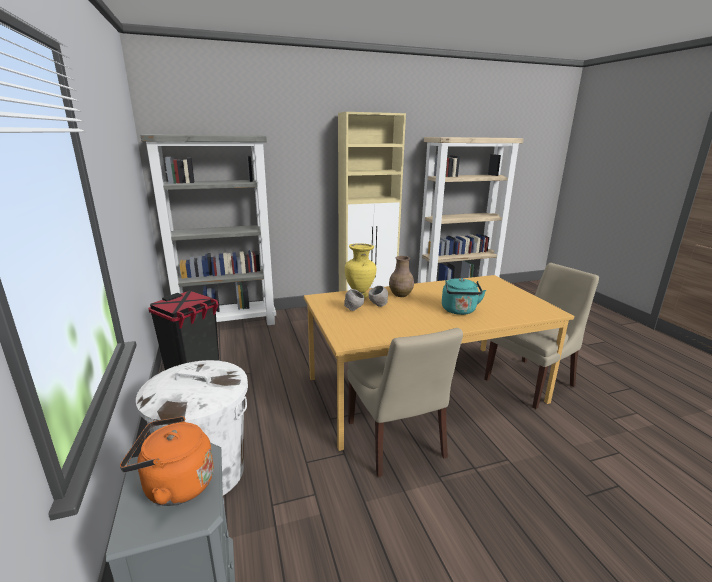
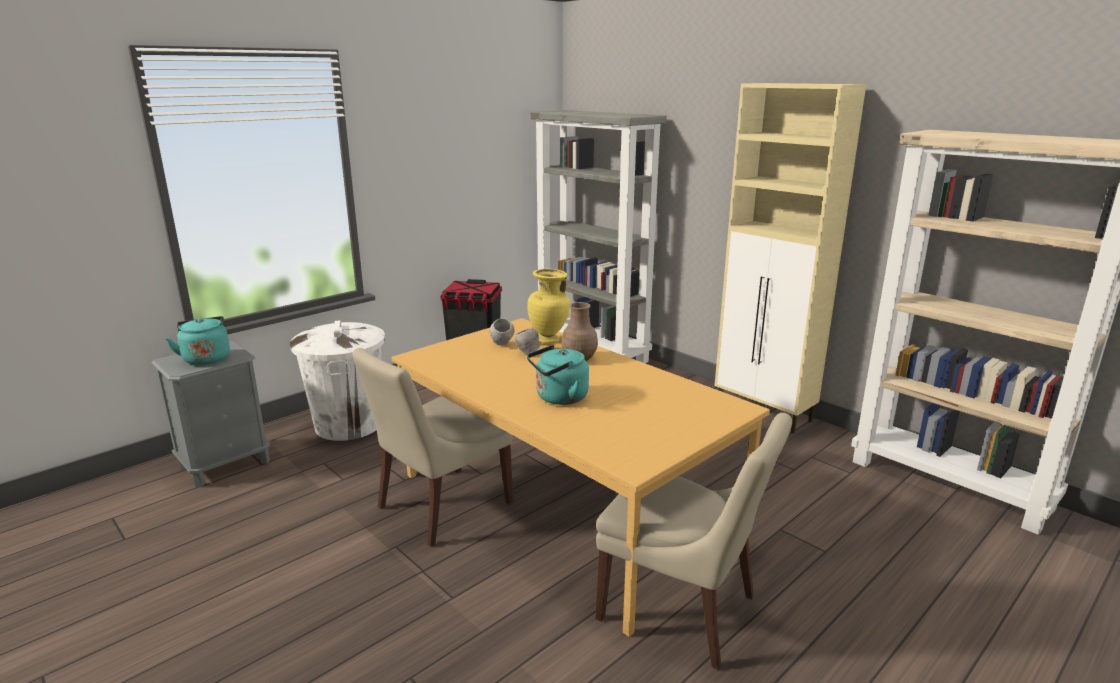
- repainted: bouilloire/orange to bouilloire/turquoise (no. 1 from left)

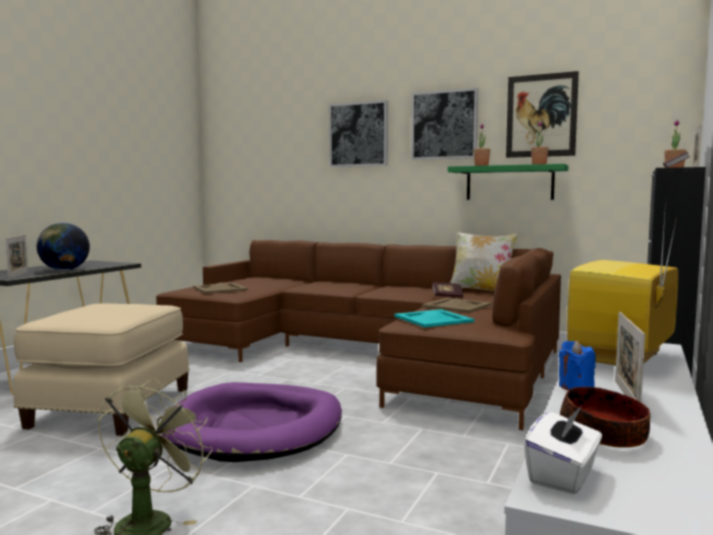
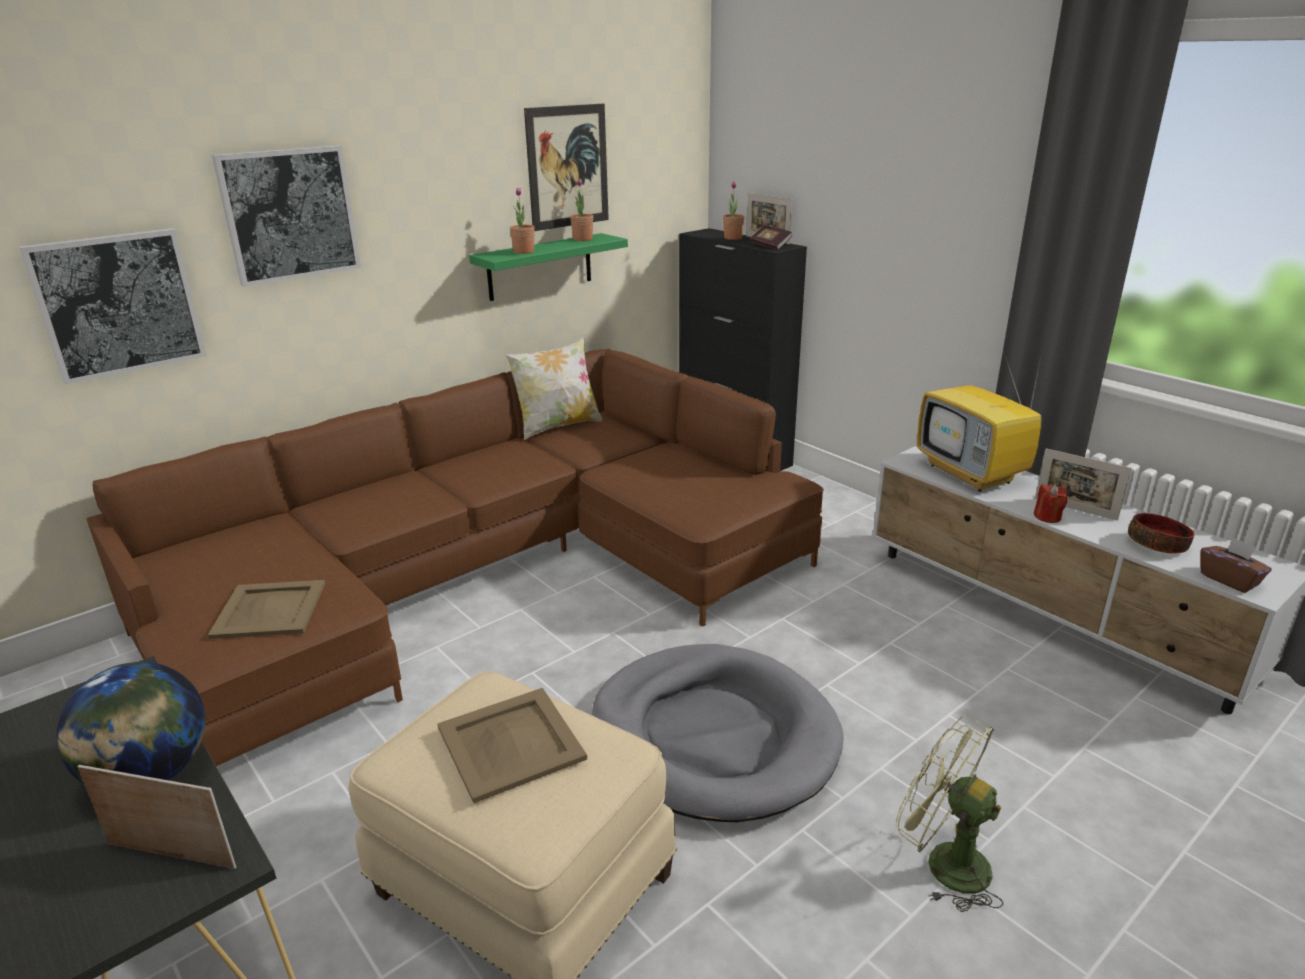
- shifted: tableau (no. 2 from left in the first image) to tableau (no. 1 from left)
- gone: livre (no. 1 from left)
- shifted: plateau/beige (no. 2 from left)
- gone: plateau/turquoise
- repainted: bougie/bleu to bougie/rouge
- repainted: panier pour chien/violet to panier pour chien/gris
- repainted: boîte à mouchoirs/blanc to boîte à mouchoirs/marron

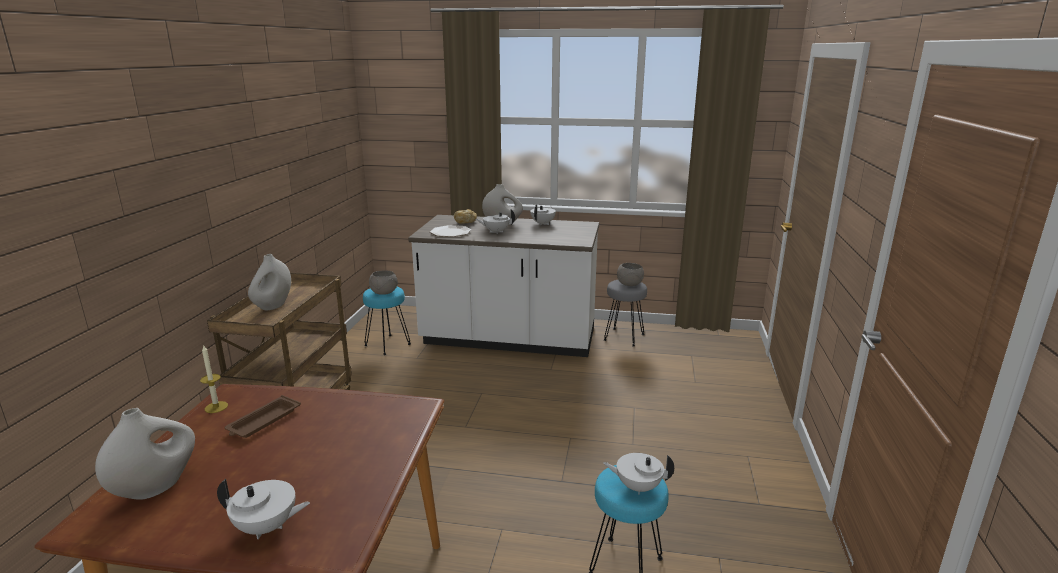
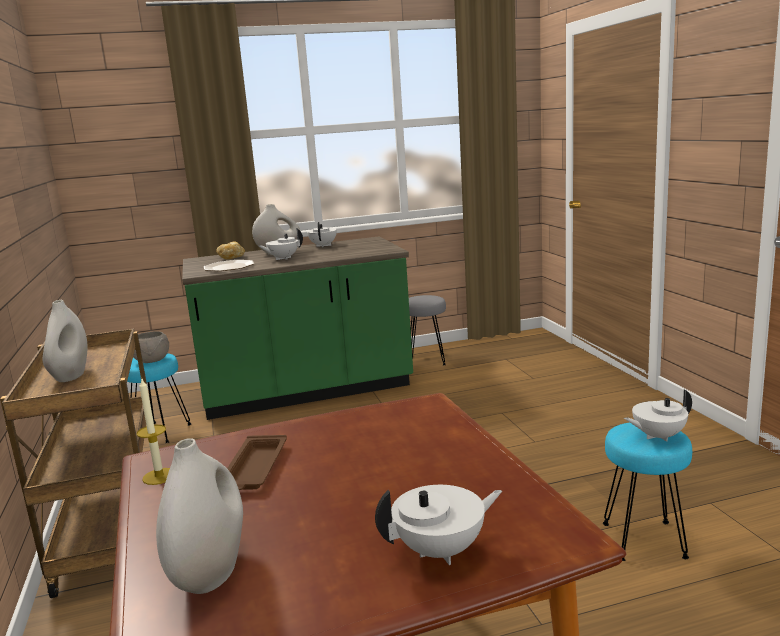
- repainted: comptoir de cuisine/blanc to comptoir de cuisine/vert
- gone: bol/gris (no. 2 from left)

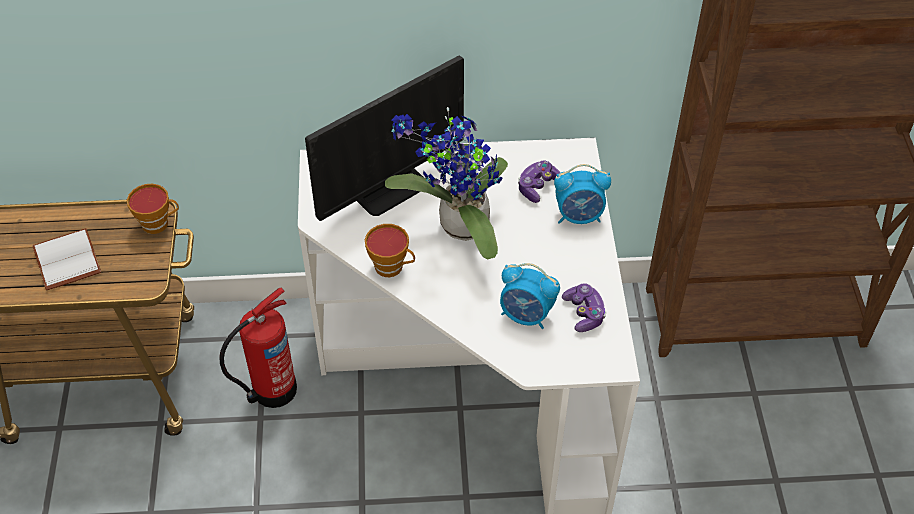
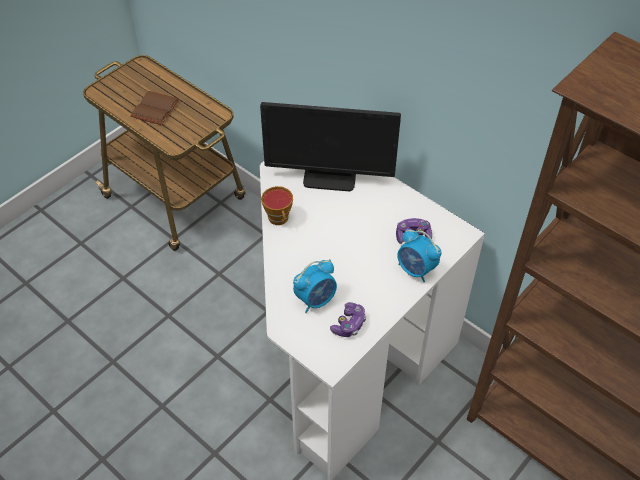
- gone: plante en pot
- gone: tasse (no. 1 from left)
- repainted: livre/blanc to livre/marron
- rotated: réveil (no. 1 from left) 105 degrees counterclockwise
- gone: extincteur

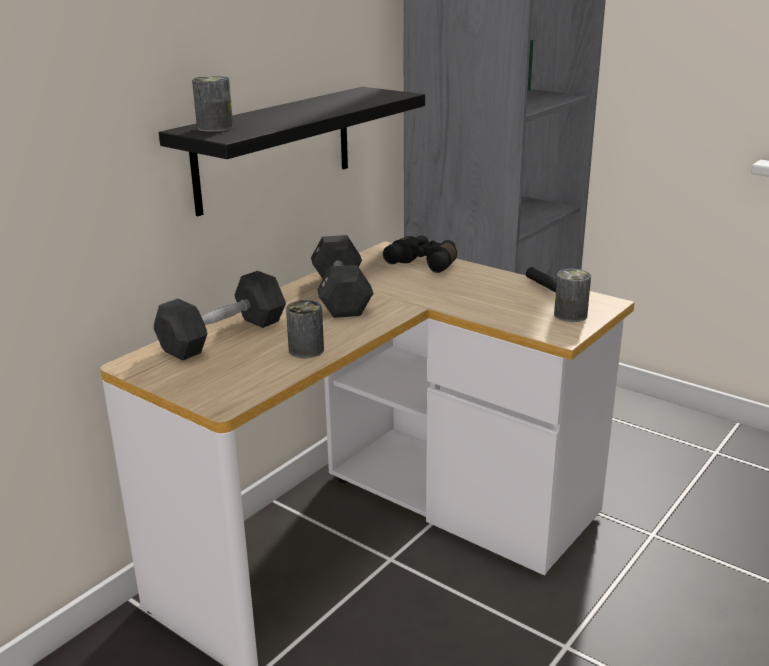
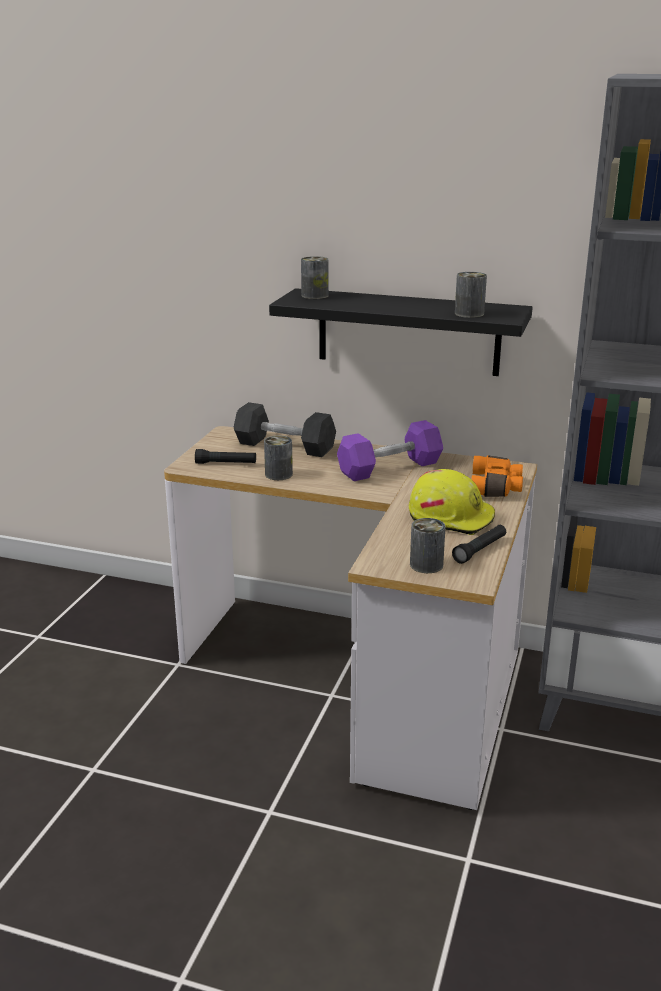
- repainted: haltère/noir (no. 2 from left) to haltère/violet
- repainted: jumelles/noir to jumelles/orange
- new: boîte métallique (no. 4 from left)
- new: lampe de poche/noir (no. 1 from left)
- new: casque de chantier/jaune

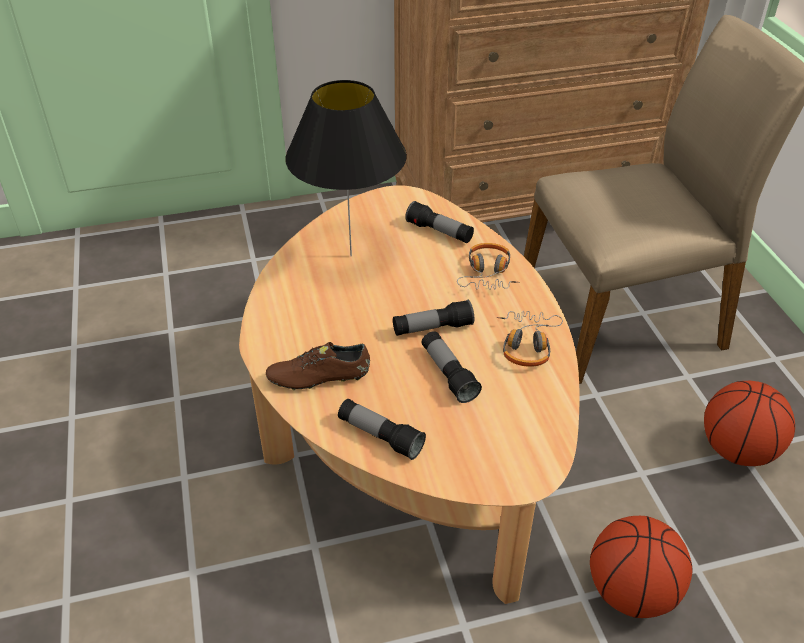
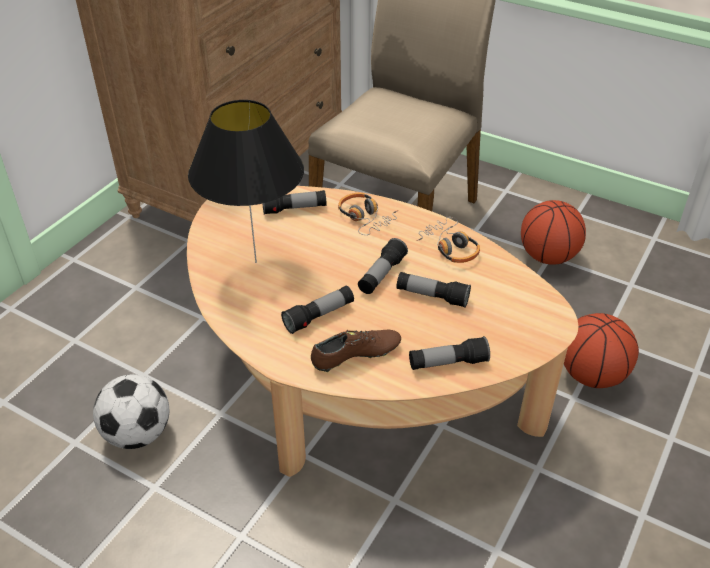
- rotated: chaussure/marron 150 degrees counterclockwise
- new: lampe de poche (no. 2 from left)
- new: ballon de foot

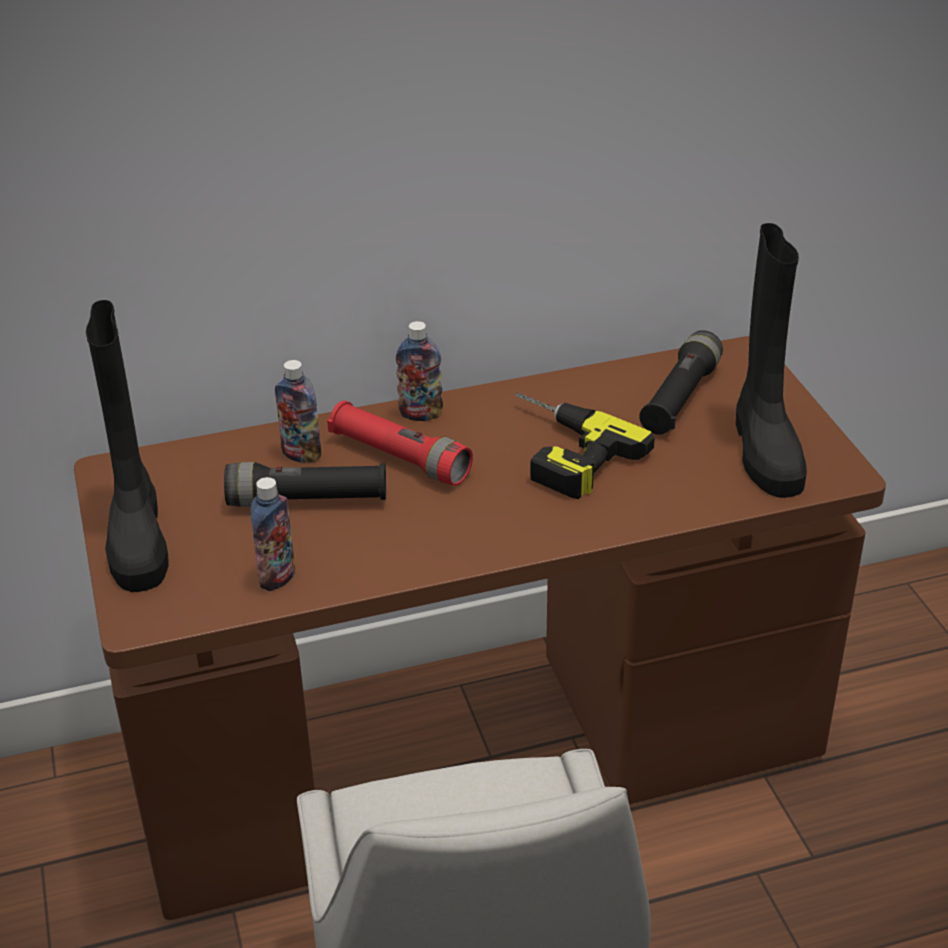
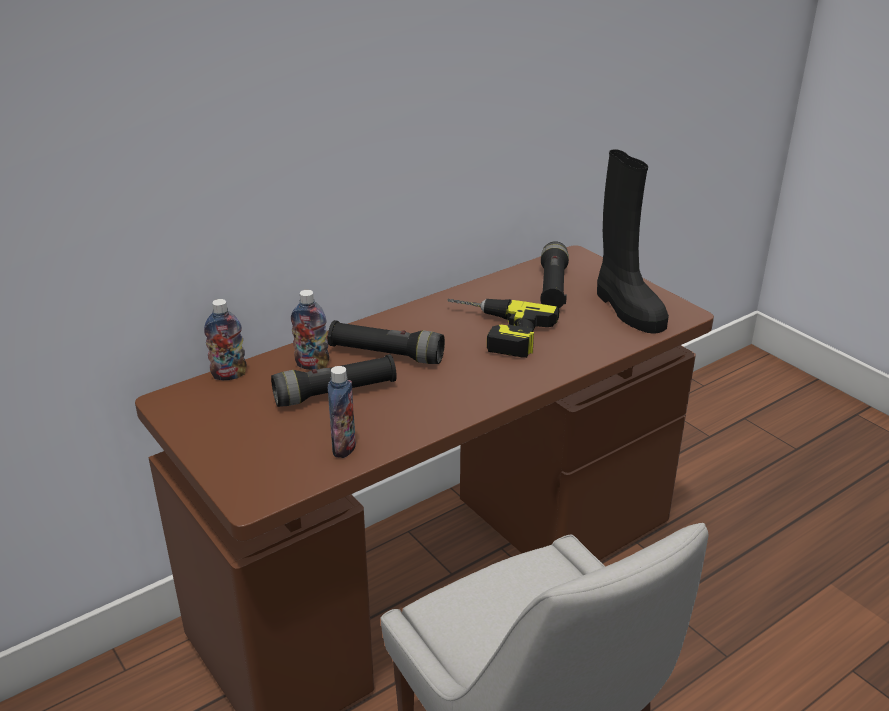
- gone: botte/noir (no. 1 from left)
- shifted: bouteille (no. 3 from left in the first image) to bouteille (no. 1 from left)
- repainted: lampe de poche/rouge to lampe de poche/noir (no. 2 from left)

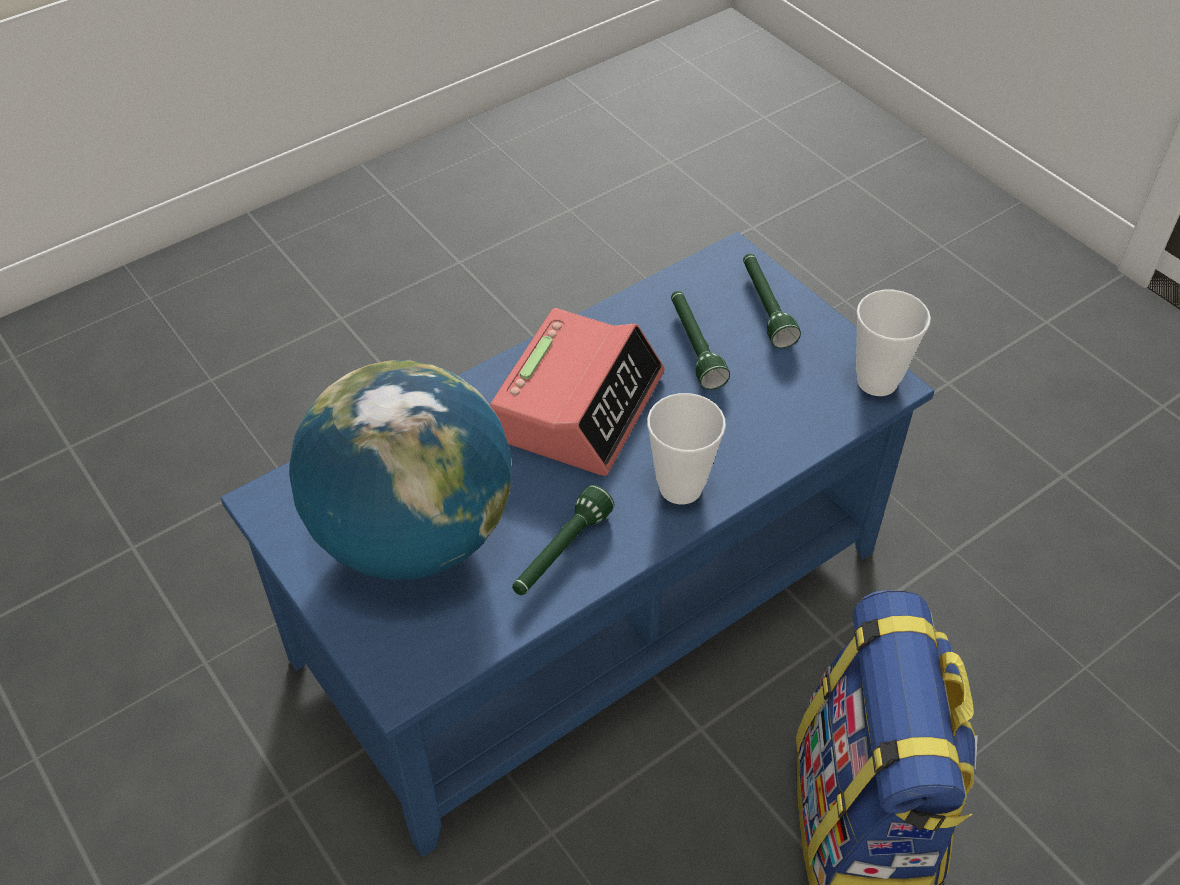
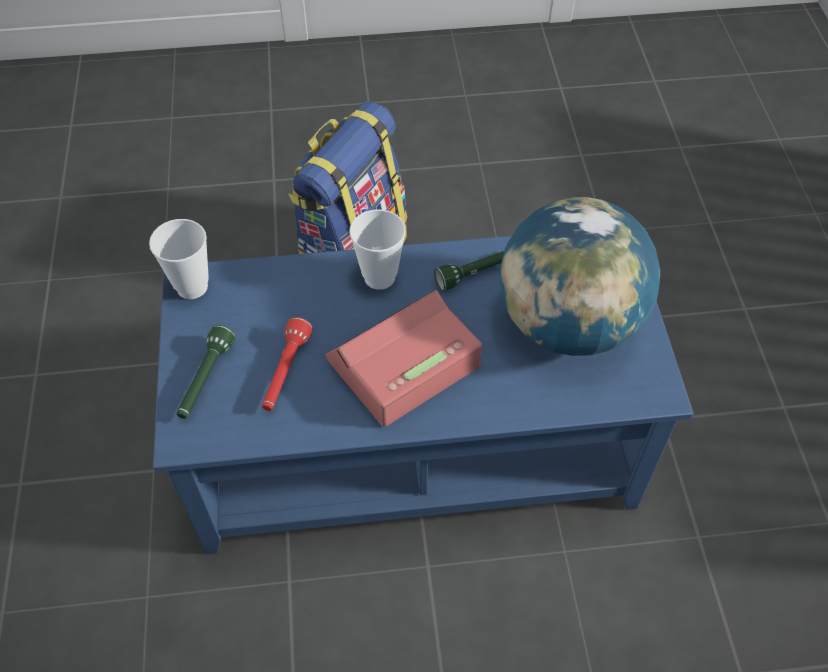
- repainted: lampe de poche/vert (no. 2 from left) to lampe de poche/rouge

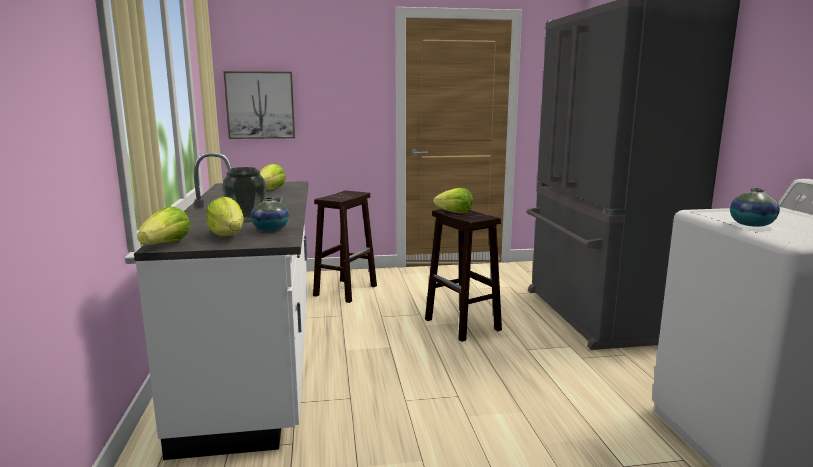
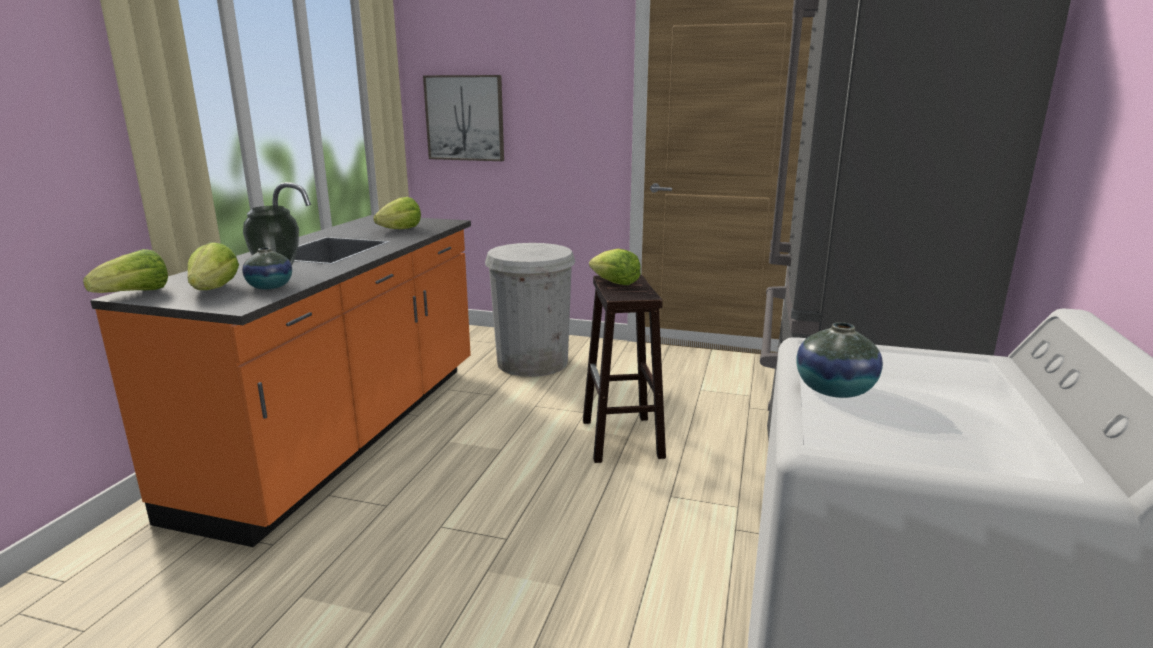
- repainted: comptoir de cuisine/blanc to comptoir de cuisine/orange
- swapped: tabouret/marron (no. 1 from left) to poubelle/blanc

